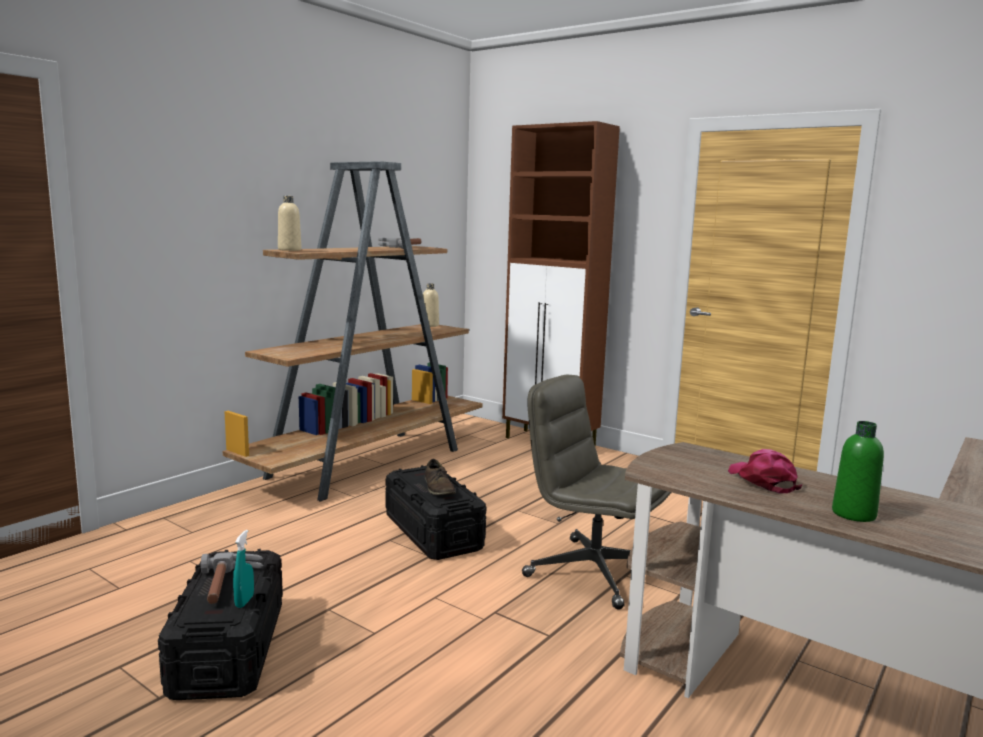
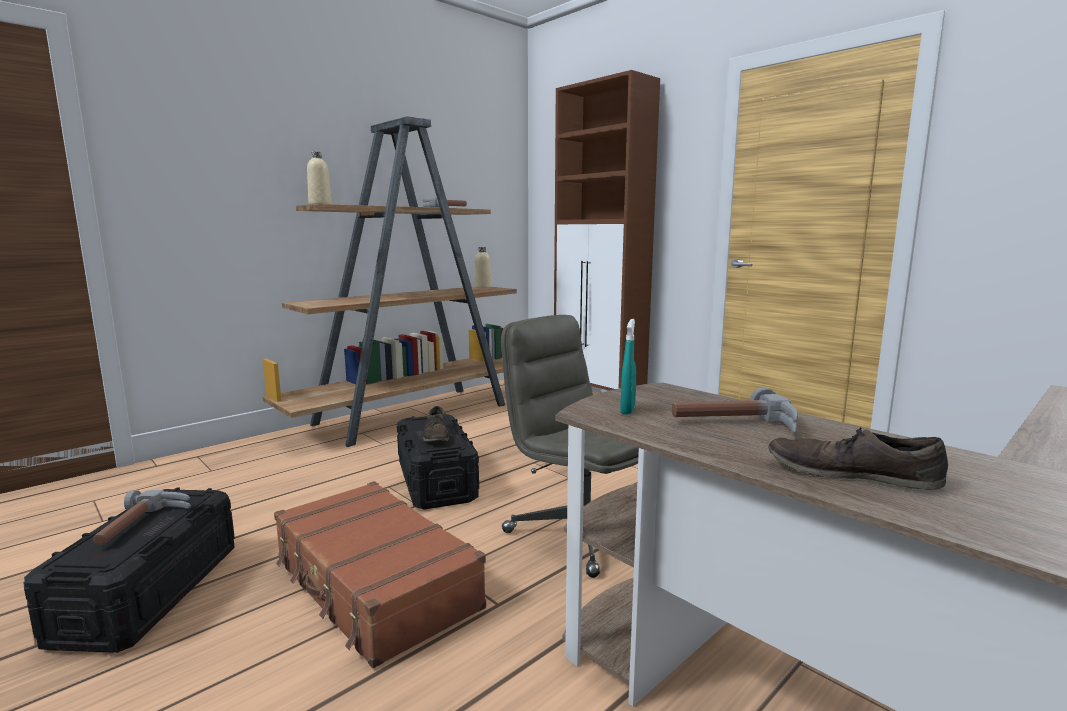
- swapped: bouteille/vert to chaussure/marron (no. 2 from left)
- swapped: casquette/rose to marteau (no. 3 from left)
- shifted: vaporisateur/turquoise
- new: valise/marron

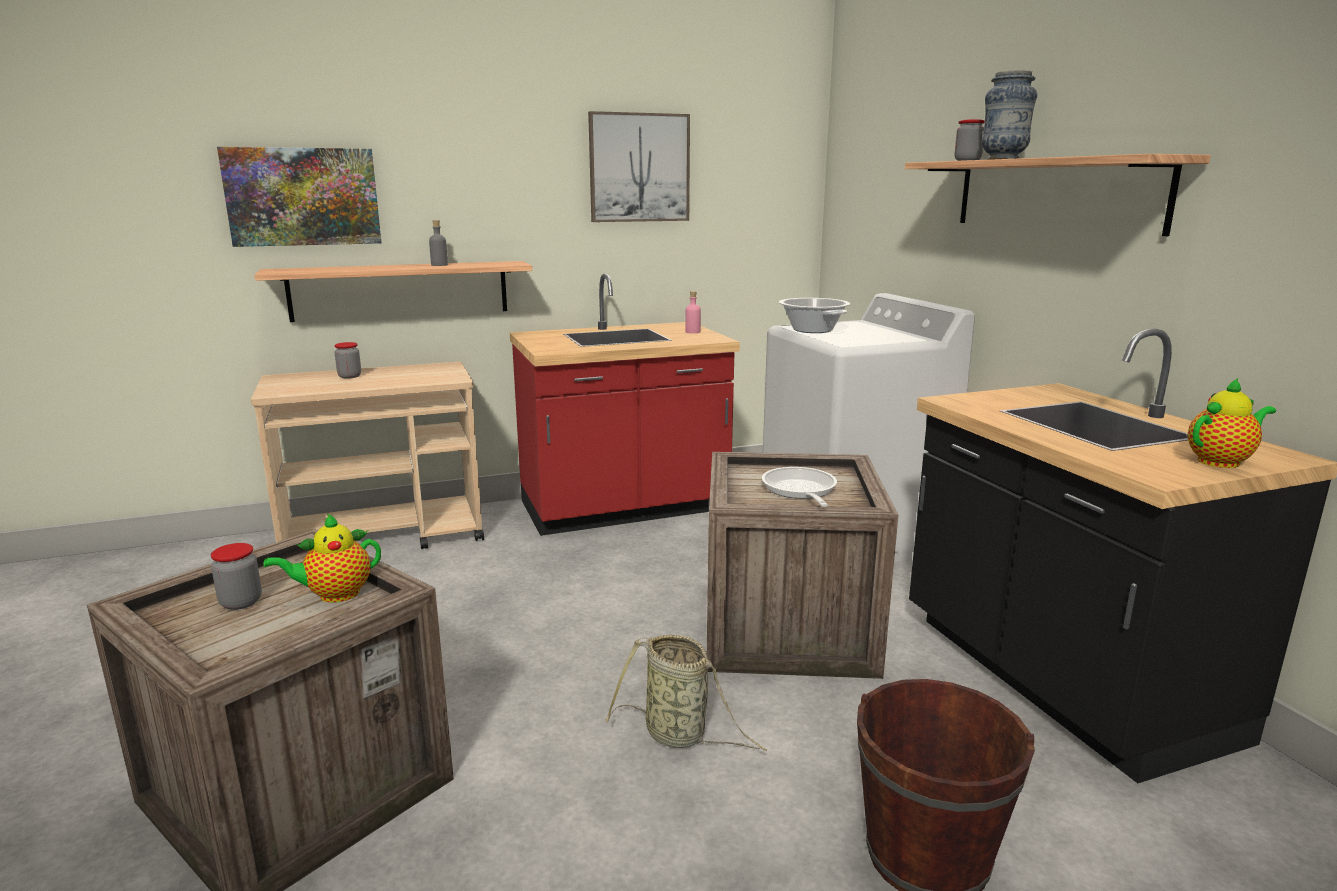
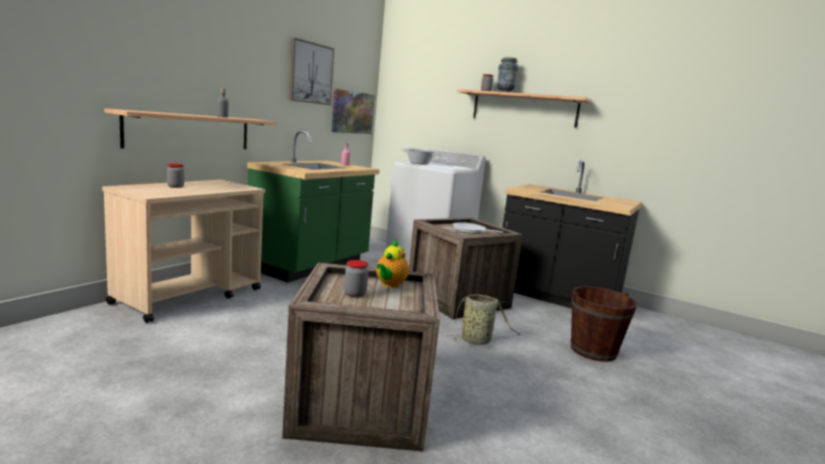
- shifted: tableau (no. 1 from left in the first image) to tableau (no. 2 from left)
- repainted: comptoir de cuisine/rouge to comptoir de cuisine/vert
- gone: théière (no. 2 from left)

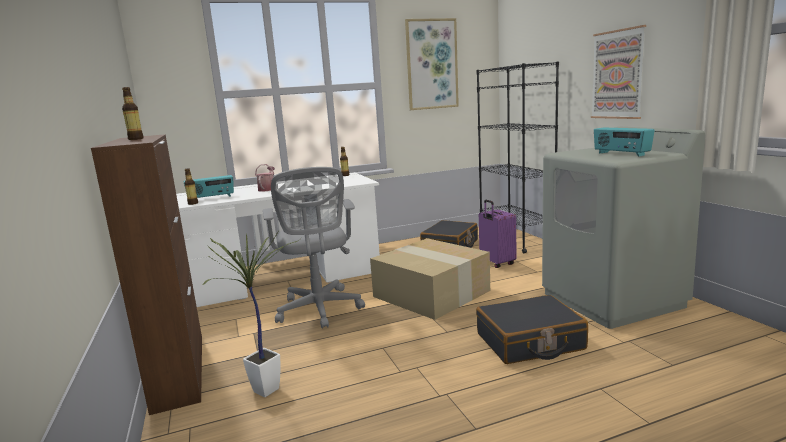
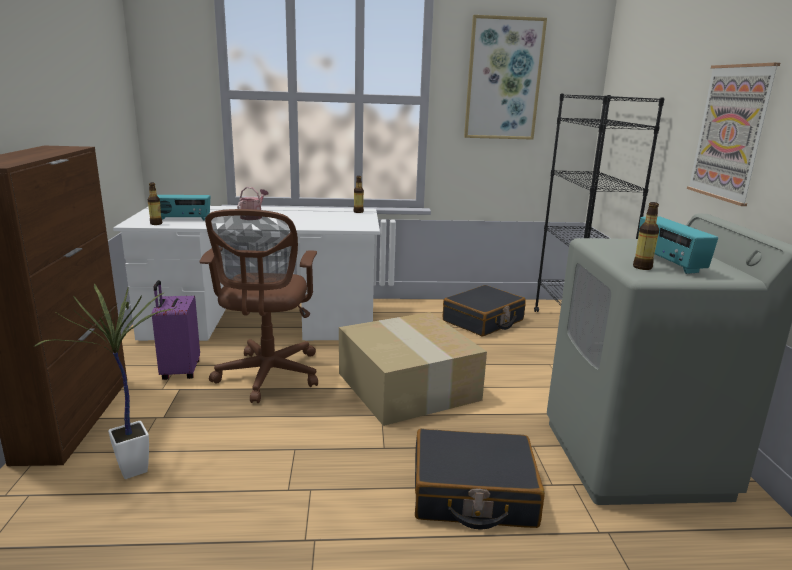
- shifted: bouteille (no. 1 from left in the first image) to bouteille (no. 3 from left)
- repainted: chaise de bureau/gris to chaise de bureau/marron
- shifted: valise/violet

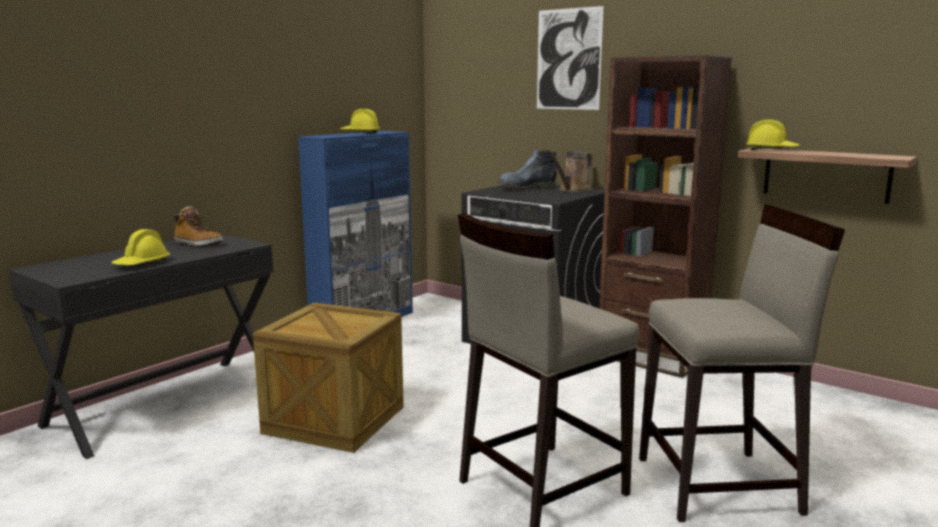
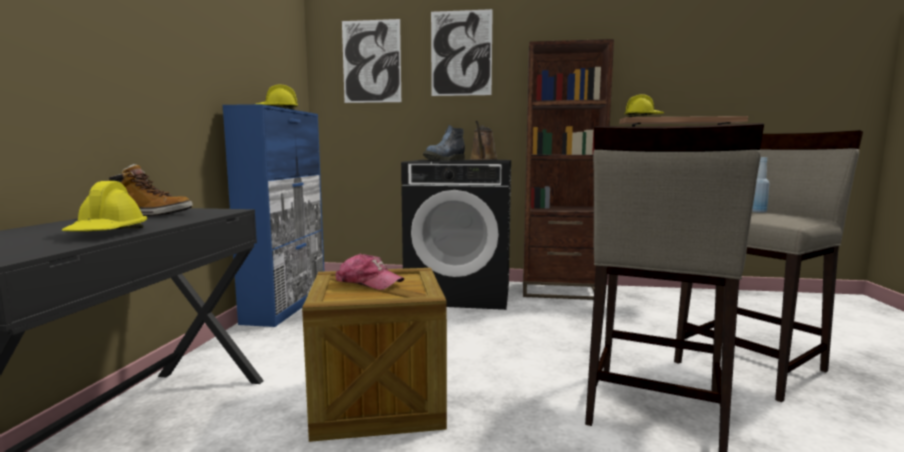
- new: tableau (no. 1 from left)
- new: bouteille/bleu
- new: casquette

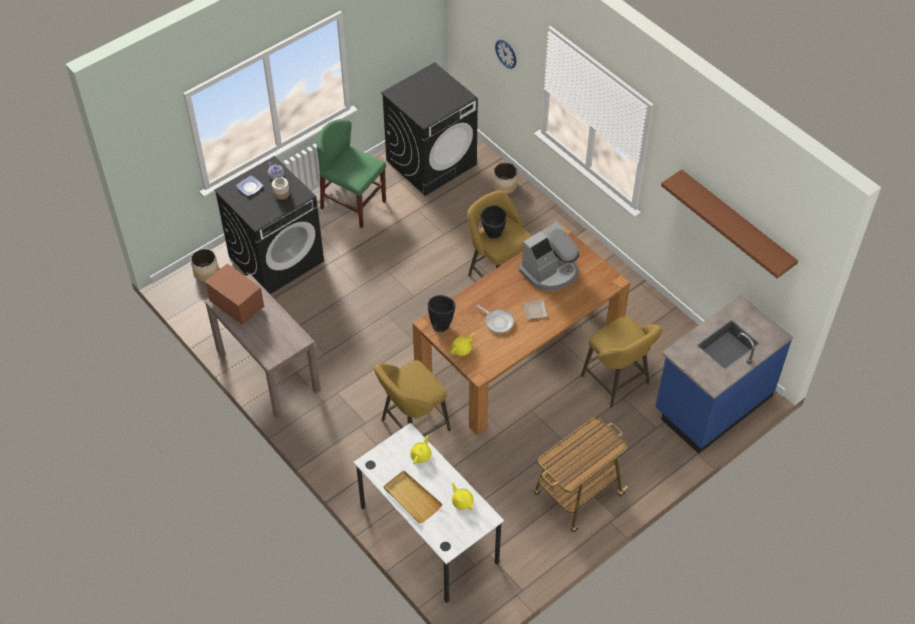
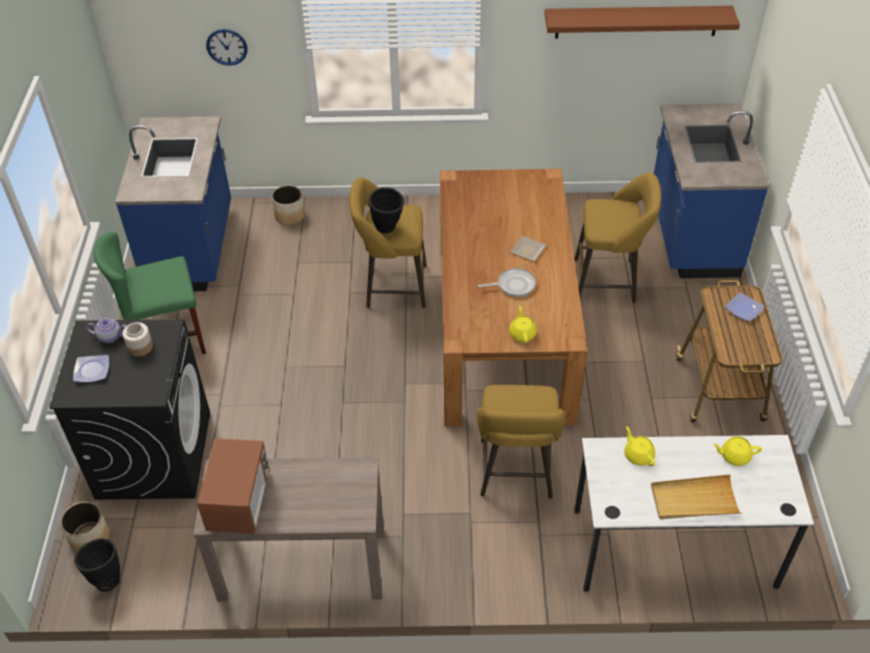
- swapped: lave-linge/noir (no. 2 from left) to comptoir de cuisine/bleu (no. 1 from left)
- gone: machine à café
- rotated: micro-ondes 105 degrees clockwise
- shifted: vase/noir (no. 1 from left)
- new: assiette (no. 3 from left)

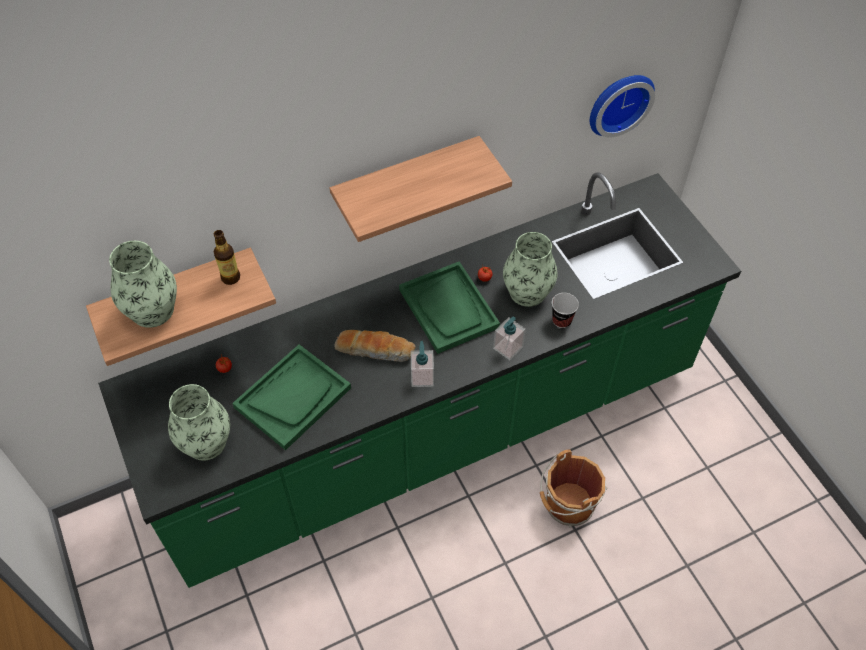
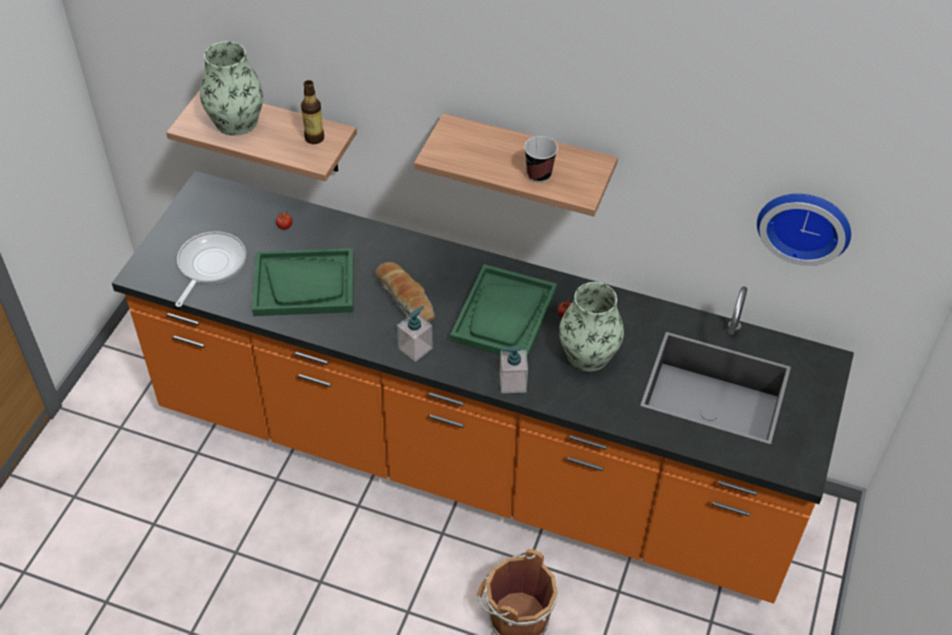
- repainted: comptoir de cuisine/vert to comptoir de cuisine/orange
- shifted: tasse
- swapped: vase (no. 2 from left) to poêle

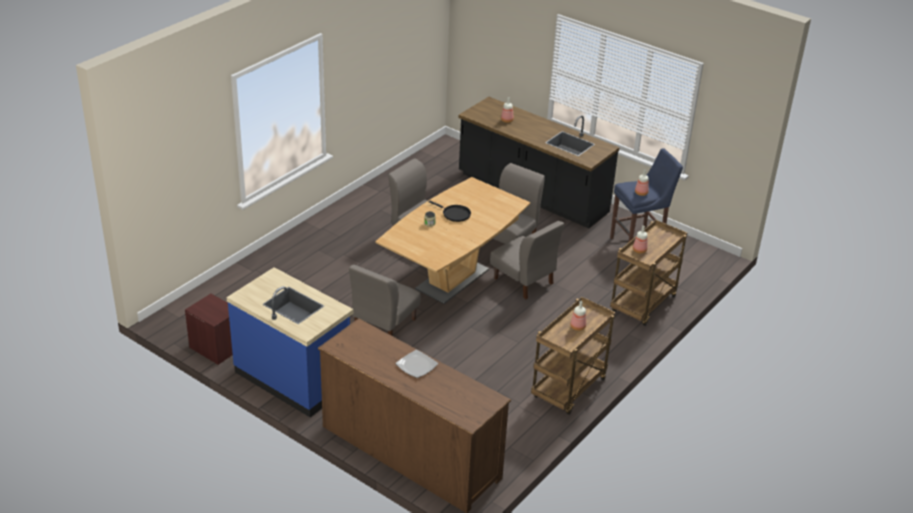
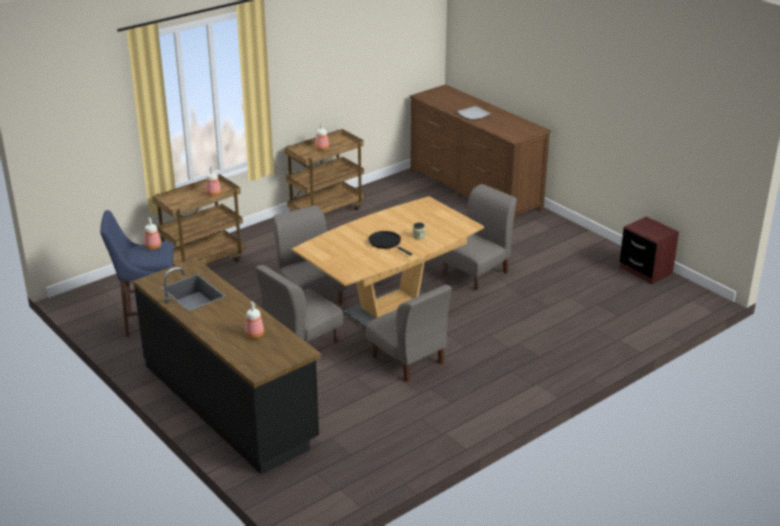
- gone: comptoir de cuisine/bleu

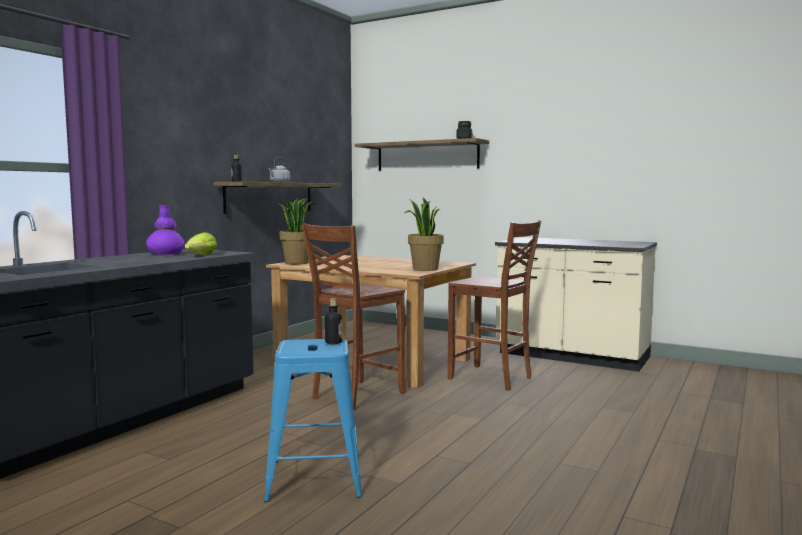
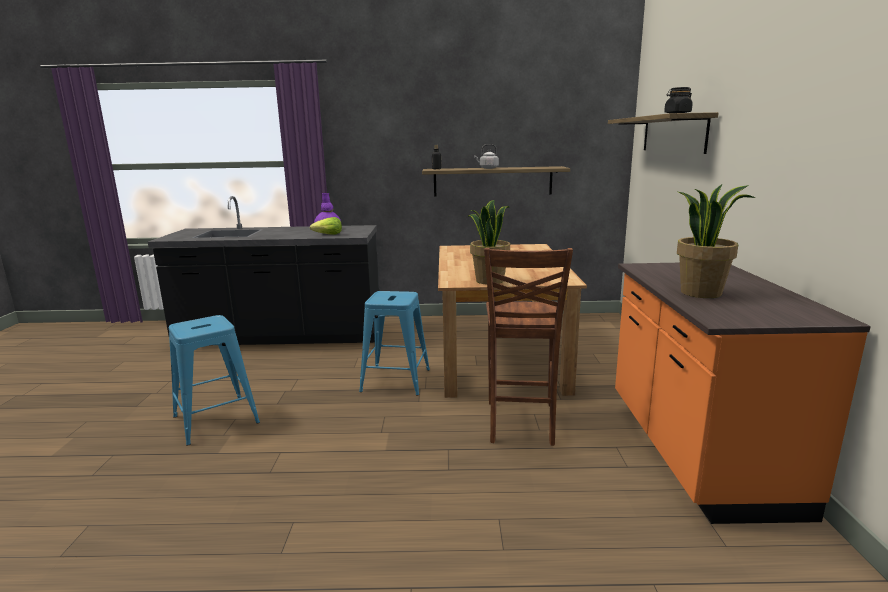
- shifted: plante en pot (no. 1 from left in the first image) to plante en pot (no. 2 from left)
- swapped: chaise/marron (no. 1 from left) to tabouret/bleu (no. 2 from left)
- repainted: comptoir de cuisine/beige to comptoir de cuisine/orange
- gone: bouteille (no. 2 from left)

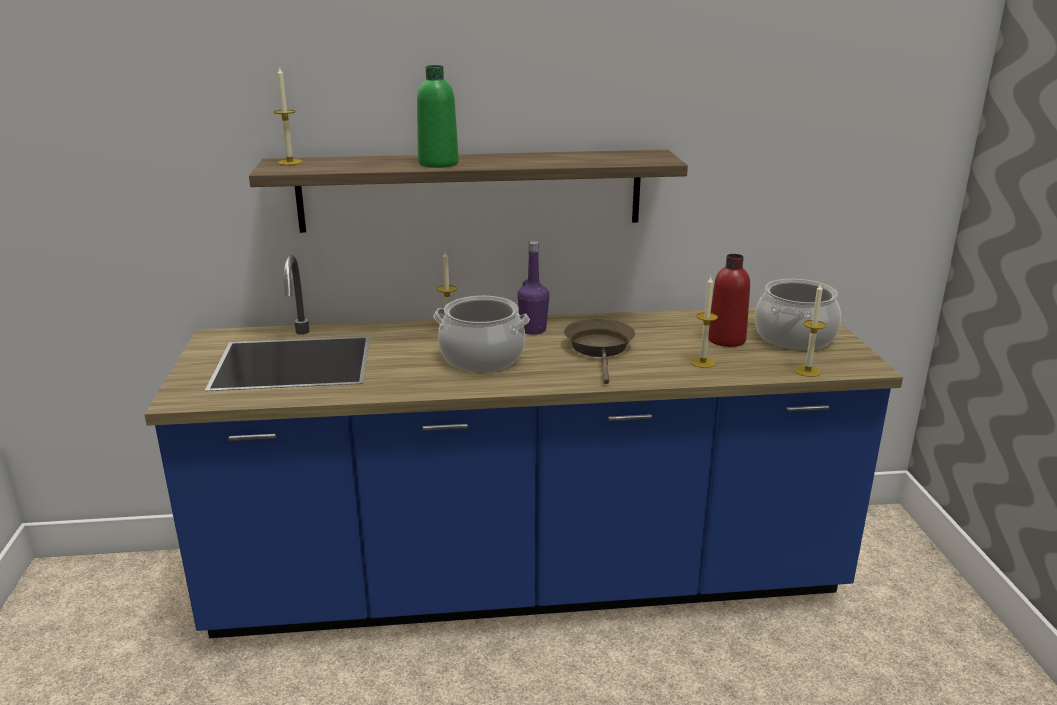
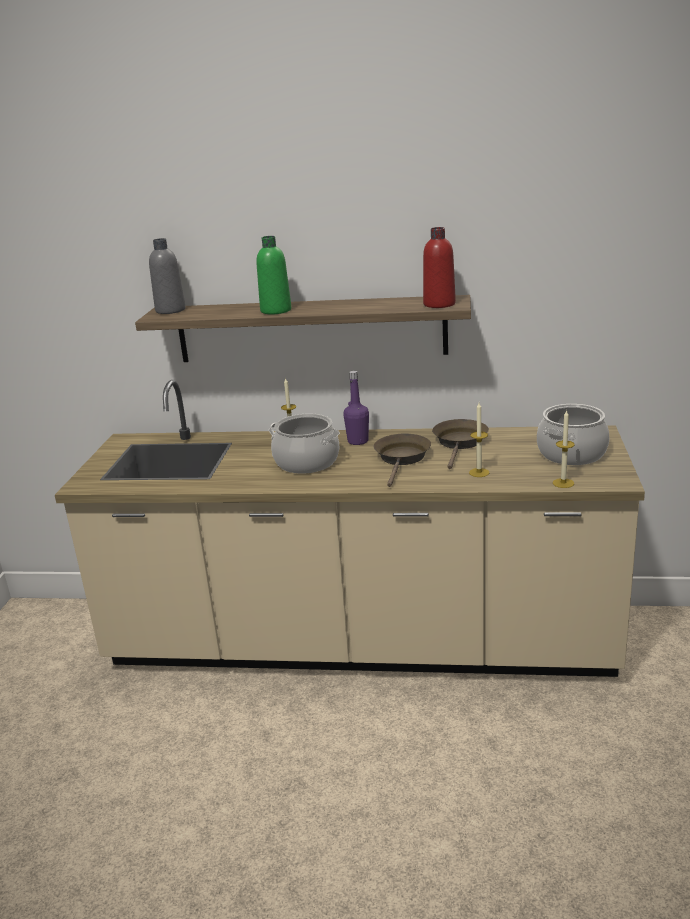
- swapped: bougie (no. 1 from left) to bouteille/gris
- shifted: bouteille/rouge
- repainted: comptoir de cuisine/bleu to comptoir de cuisine/beige
- new: poêle/marron (no. 2 from left)

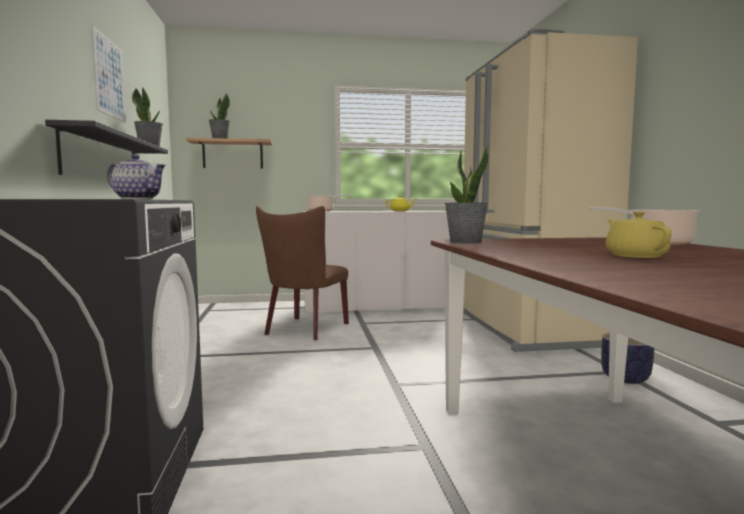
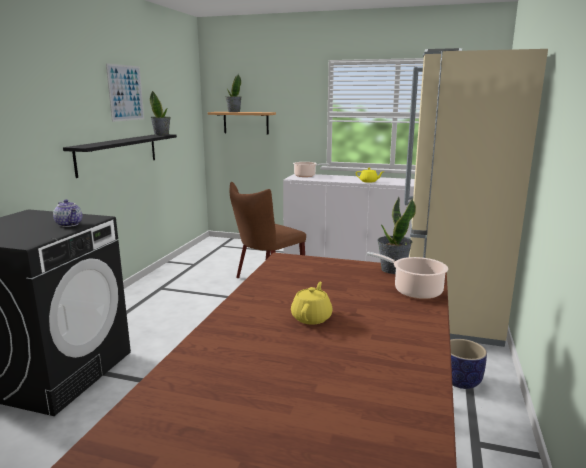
- shifted: plante en pot (no. 3 from left)

